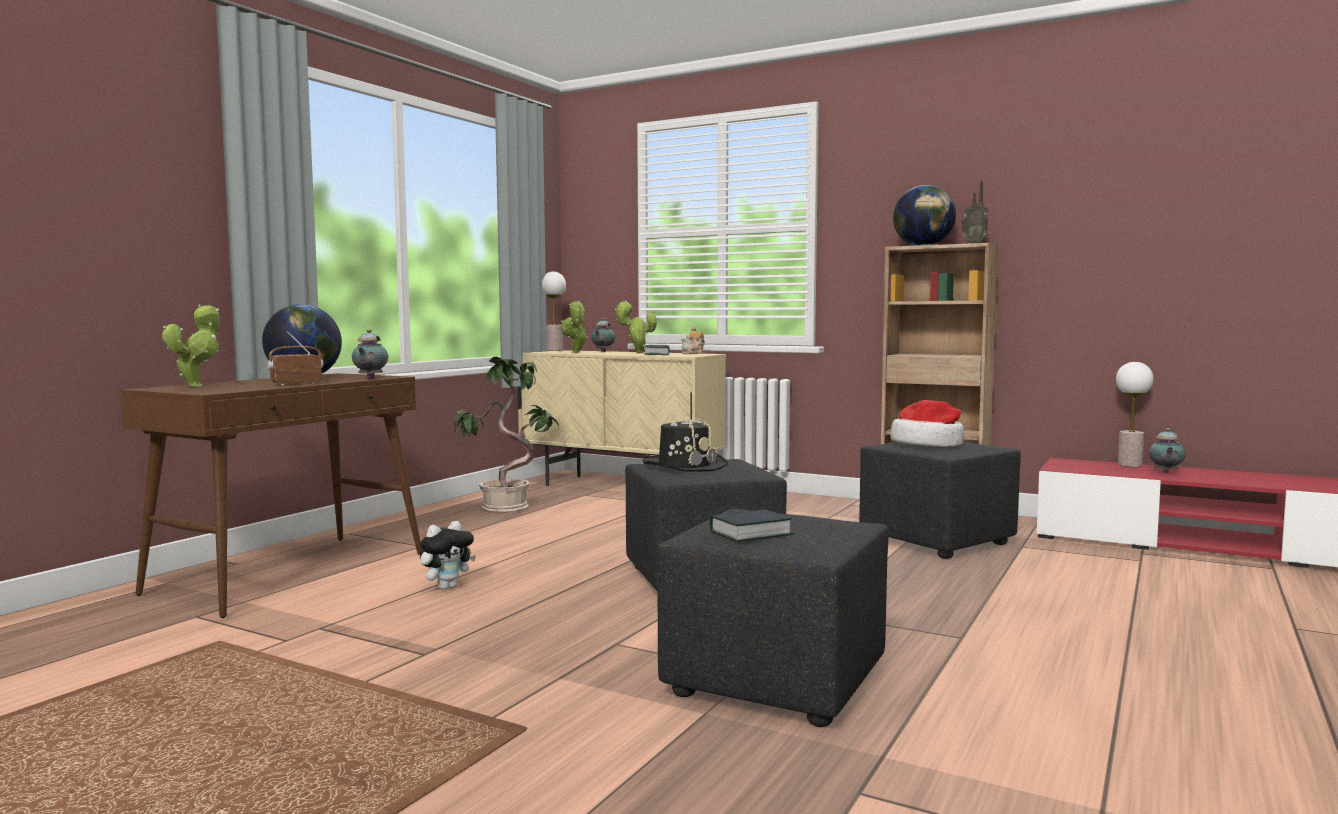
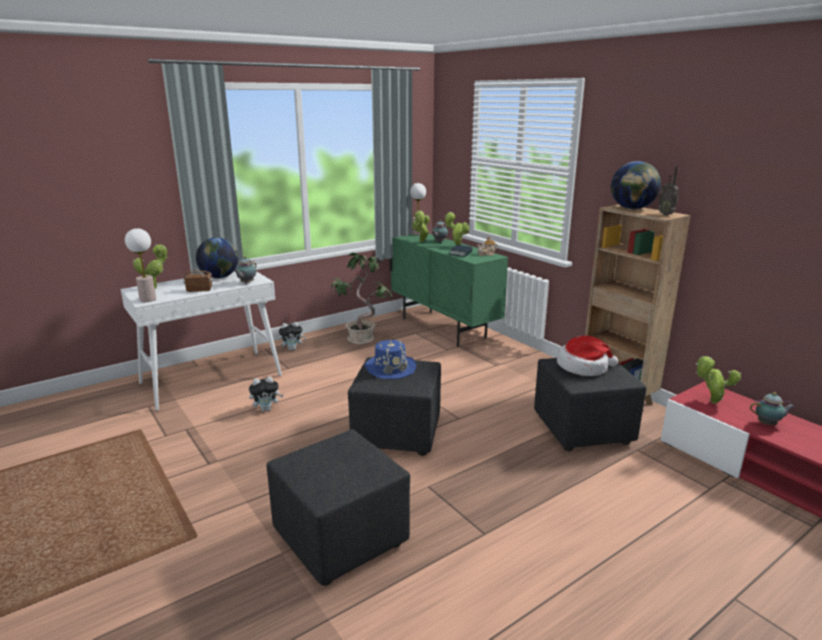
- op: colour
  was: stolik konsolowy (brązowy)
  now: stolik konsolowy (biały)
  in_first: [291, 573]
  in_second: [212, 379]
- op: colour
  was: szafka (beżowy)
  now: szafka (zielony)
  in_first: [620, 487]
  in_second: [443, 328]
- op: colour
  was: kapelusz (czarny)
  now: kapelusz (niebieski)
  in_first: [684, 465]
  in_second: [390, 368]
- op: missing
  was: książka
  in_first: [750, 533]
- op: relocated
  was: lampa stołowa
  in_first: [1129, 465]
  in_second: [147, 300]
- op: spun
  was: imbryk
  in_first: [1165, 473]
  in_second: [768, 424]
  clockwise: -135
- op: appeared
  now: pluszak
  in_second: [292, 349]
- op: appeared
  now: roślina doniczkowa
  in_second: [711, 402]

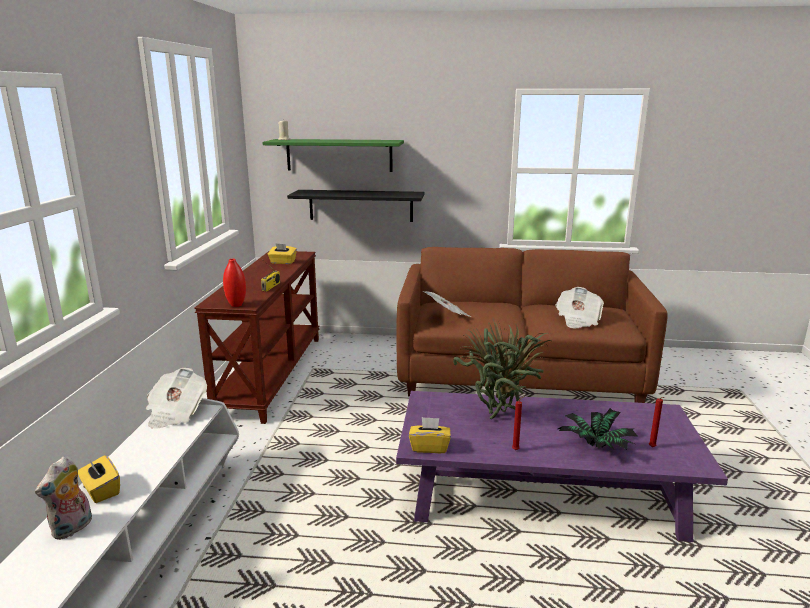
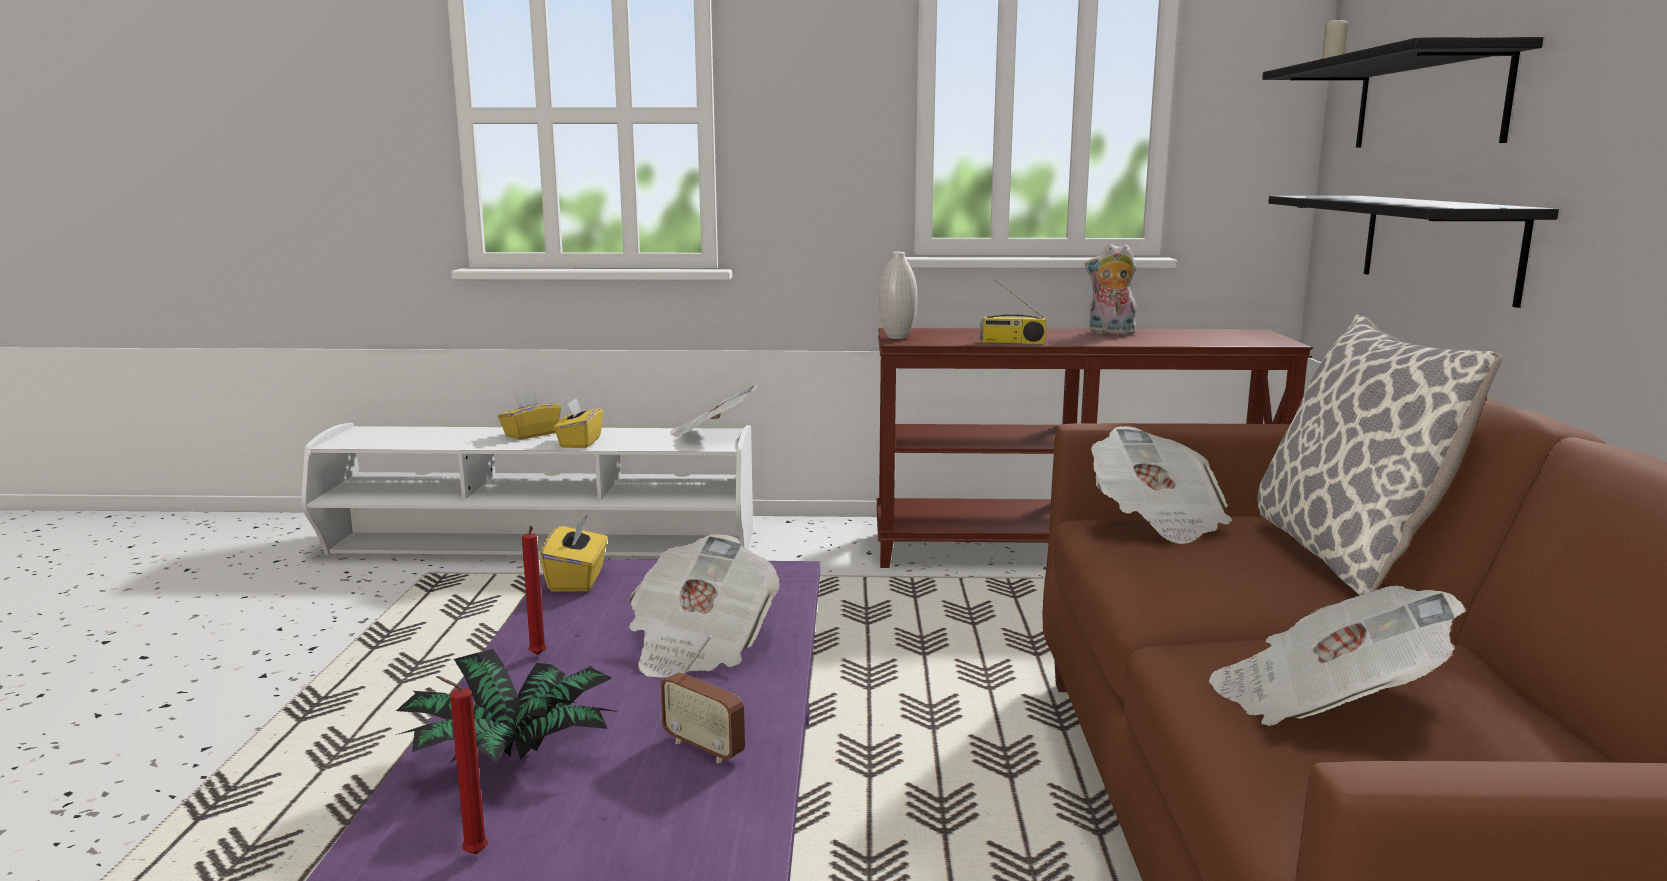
- op: relocated
  was: pluszak
  in_first: [73, 529]
  in_second: [1110, 333]
- op: colour
  was: wazon (czerwony)
  now: wazon (biały)
  in_first: [236, 305]
  in_second: [897, 337]
- op: colour
  was: półka (zielony)
  now: półka (czarny)
  in_first: [339, 155]
  in_second: [1428, 101]
- op: relocated
  was: pudełko chusteczek (żółty)
  in_first: [282, 262]
  in_second: [579, 443]
- op: exchanged
  was: roślina doniczkowa
  now: gazeta
  in_first: [501, 415]
  in_second: [699, 645]
- op: appeared
  now: radio
  in_second: [704, 748]
- op: appeared
  now: poduszka
  in_second: [1345, 555]

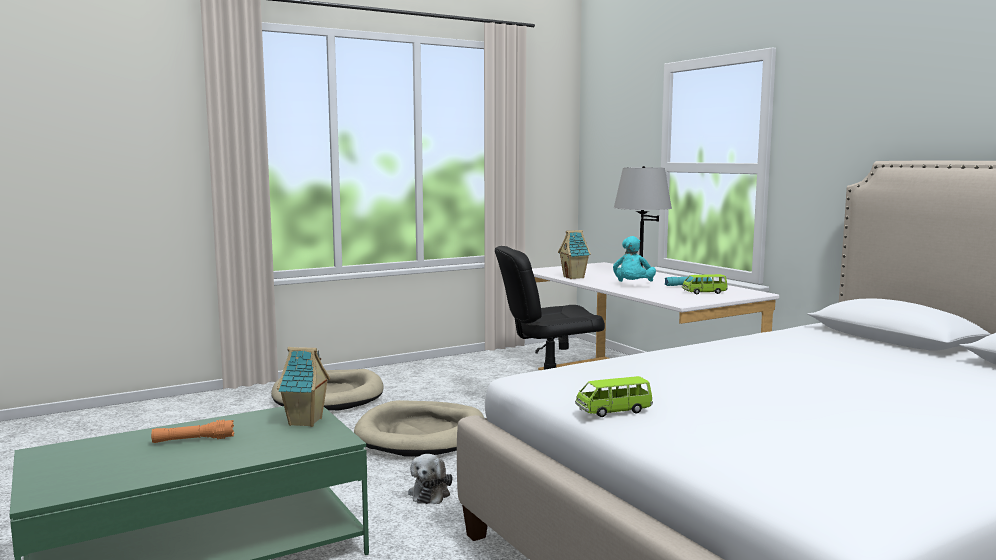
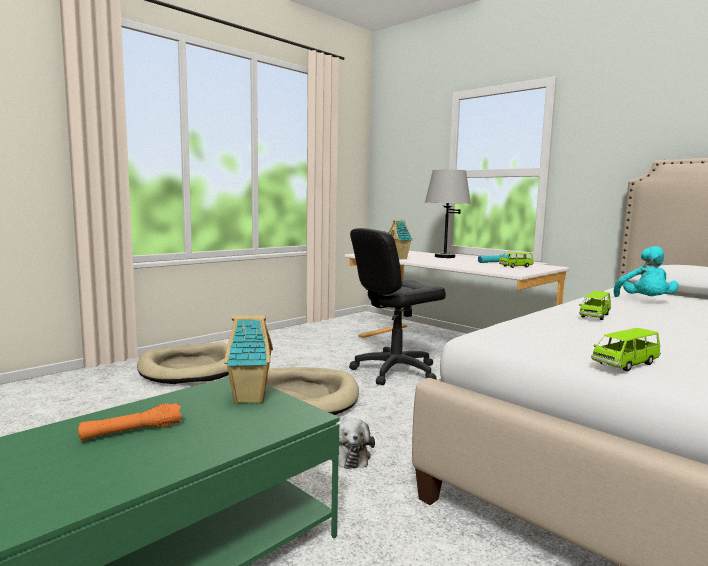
- op: relocated
  was: pluszak (turkusowy)
  in_first: [633, 285]
  in_second: [645, 302]
- op: appeared
  now: samochodzik (zielony)
  in_second: [594, 316]

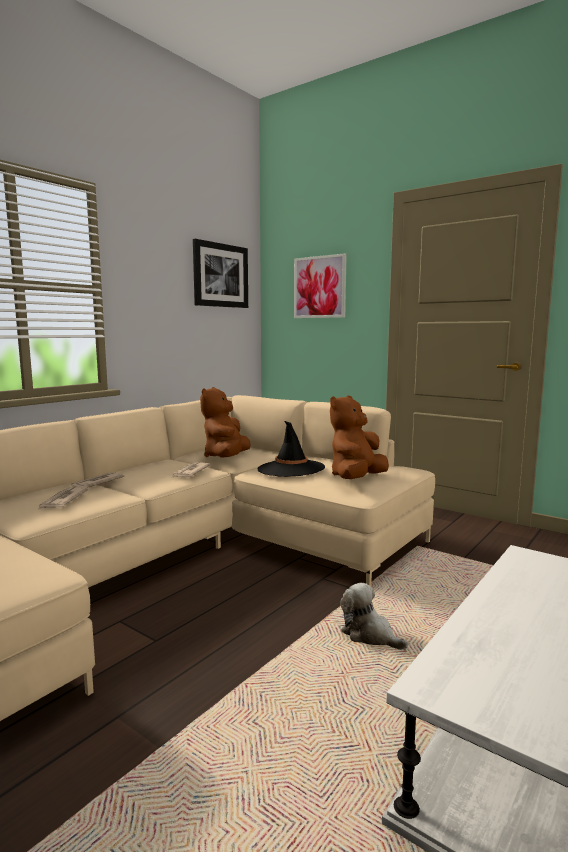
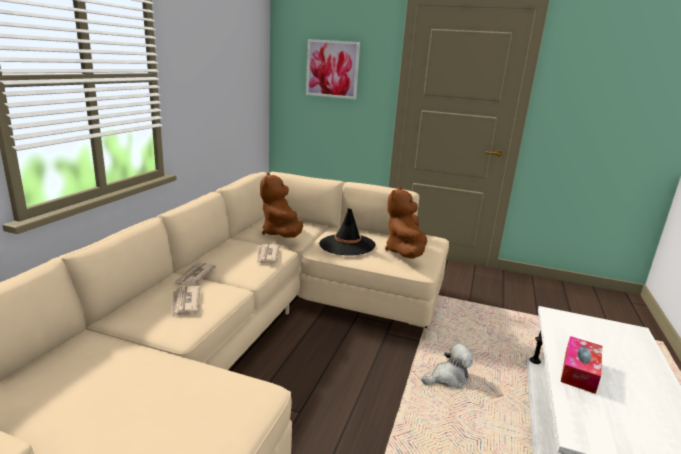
- op: missing
  was: obraz
  in_first: [220, 275]
- op: spun
  was: pluszak
  in_first: [369, 635]
  in_second: [448, 378]
  clockwise: 135
- op: appeared
  now: pudełko chusteczek
  in_second: [579, 371]

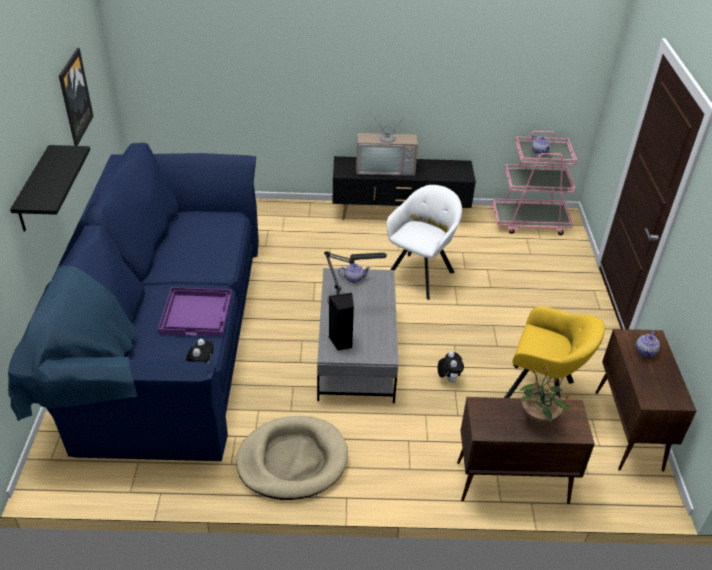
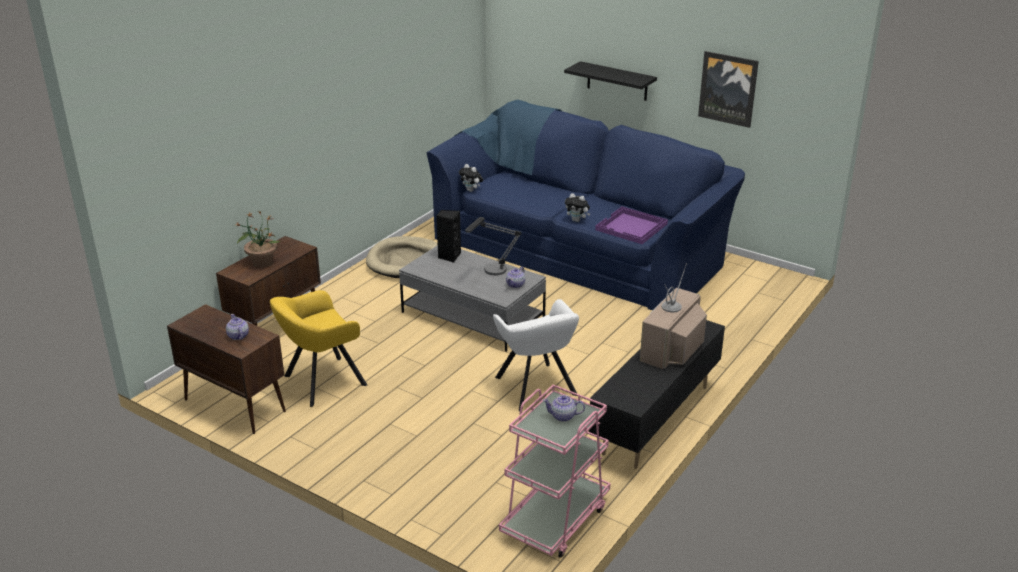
- op: relocated
  was: taca (fioletowy)
  in_first: [197, 313]
  in_second: [631, 227]
- op: relocated
  was: pluszak
  in_first: [448, 378]
  in_second: [577, 220]

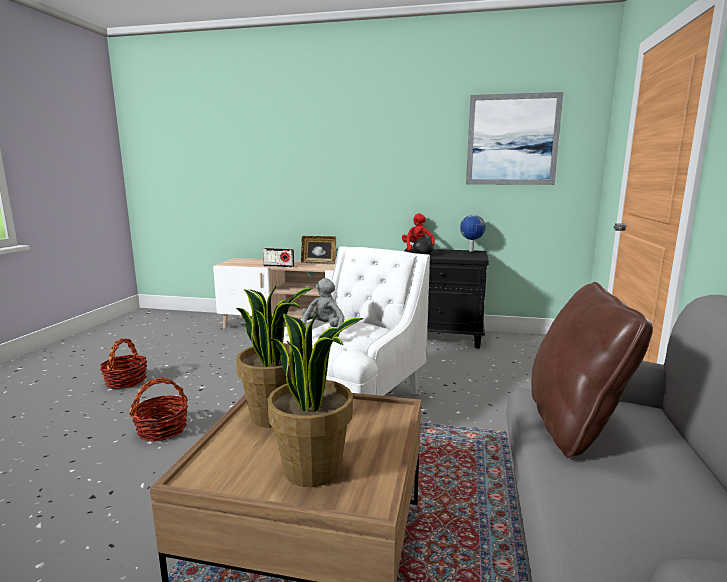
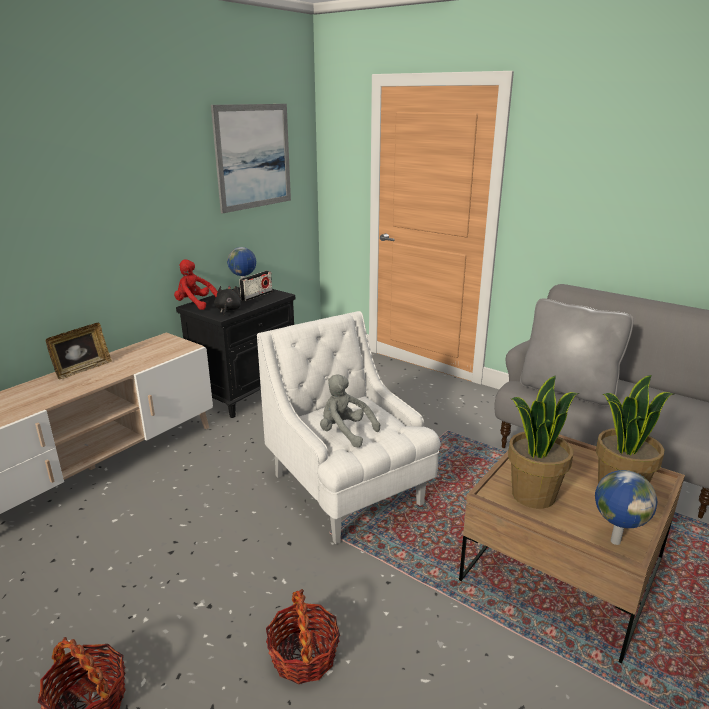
- op: relocated
  was: radio
  in_first: [278, 266]
  in_second: [256, 296]
- op: colour
  was: poduszka (brązowy)
  now: poduszka (szary)
  in_first: [574, 424]
  in_second: [567, 390]
- op: appeared
  now: globus
  in_second: [614, 540]

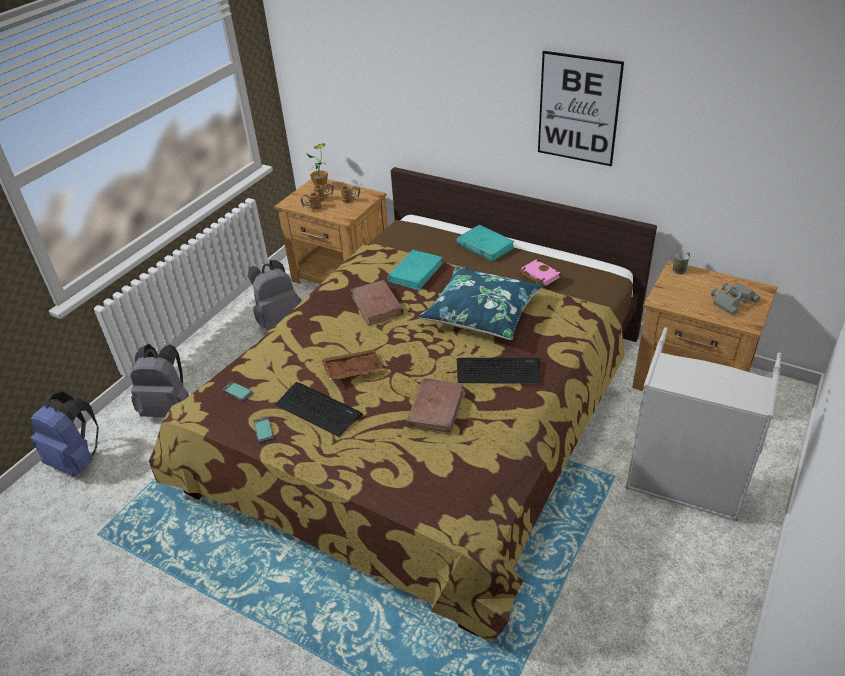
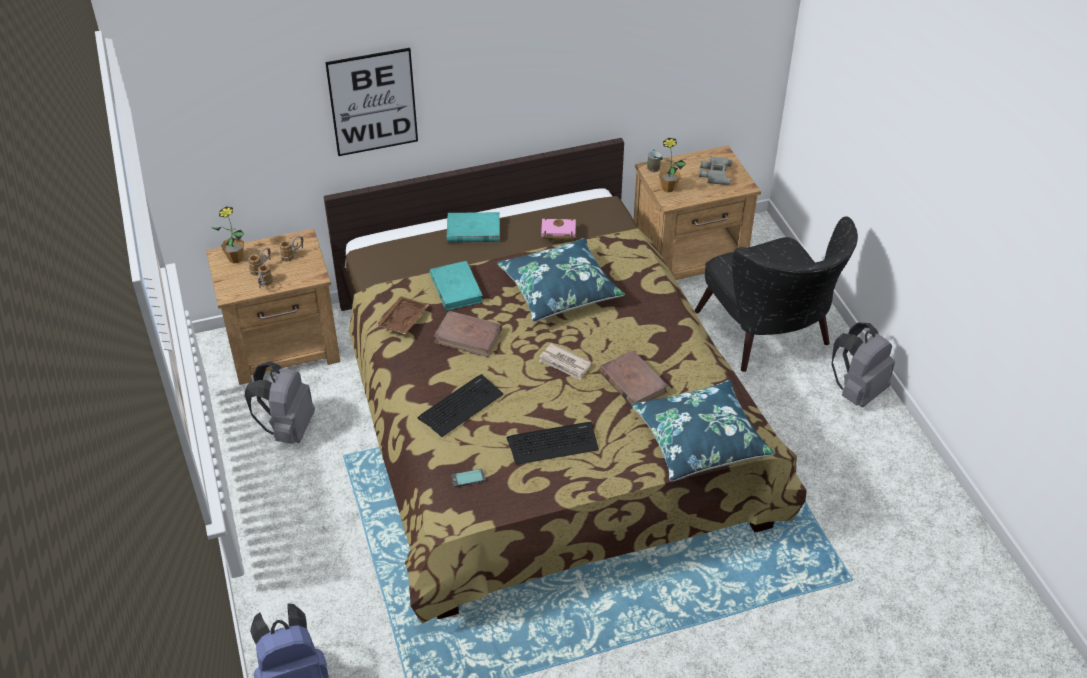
- op: relocated
  was: plecak (szary)
  in_first: [169, 408]
  in_second: [857, 391]
- op: missing
  was: telefon
  in_first: [263, 430]
- op: relocated
  was: taca (brązowy)
  in_first: [353, 370]
  in_second: [402, 320]
- op: relocated
  was: klawiatura
  in_first: [498, 371]
  in_second: [461, 406]
- op: relocated
  was: obraz
  in_first: [578, 109]
  in_second: [373, 102]
- op: exchanged
  was: kosz na pranie (szary)
  now: fotel (czarny)
  in_first: [684, 483]
  in_second: [769, 337]
- op: appeared
  now: gazeta
  in_second: [565, 363]
- op: appeared
  now: poduszka (niebieski)
  in_second: [700, 440]
- op: appeared
  now: roślina doniczkowa
  in_second: [668, 188]

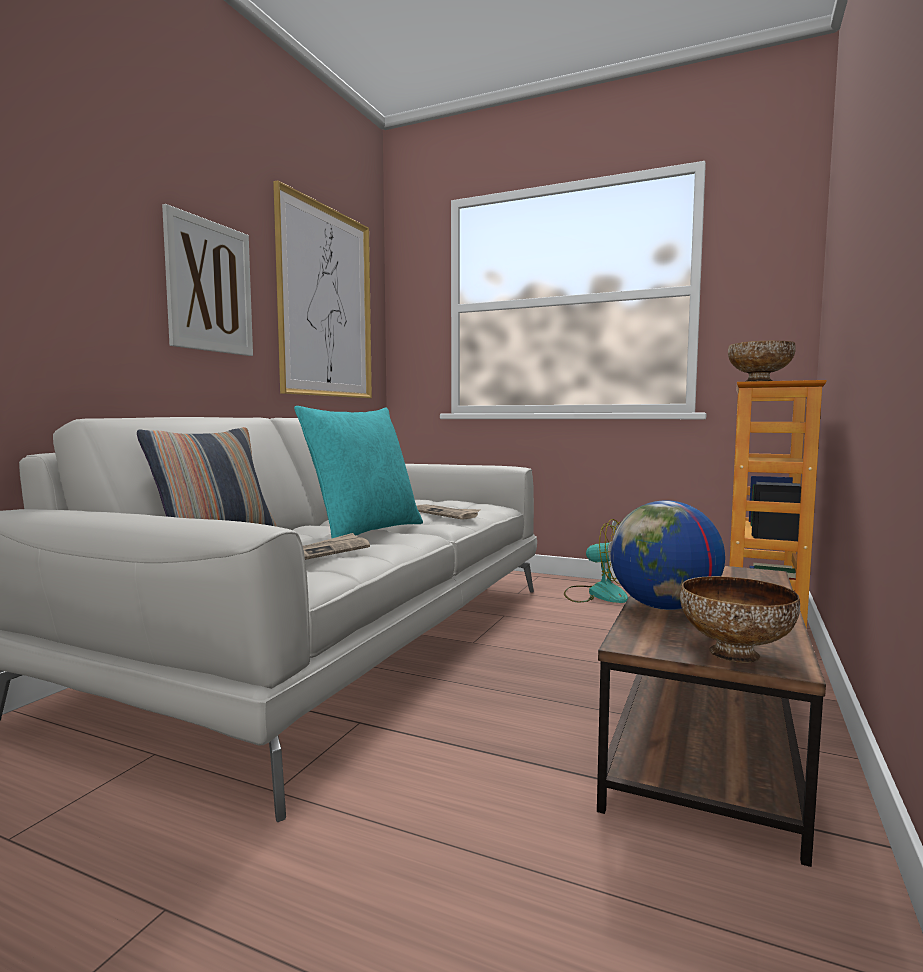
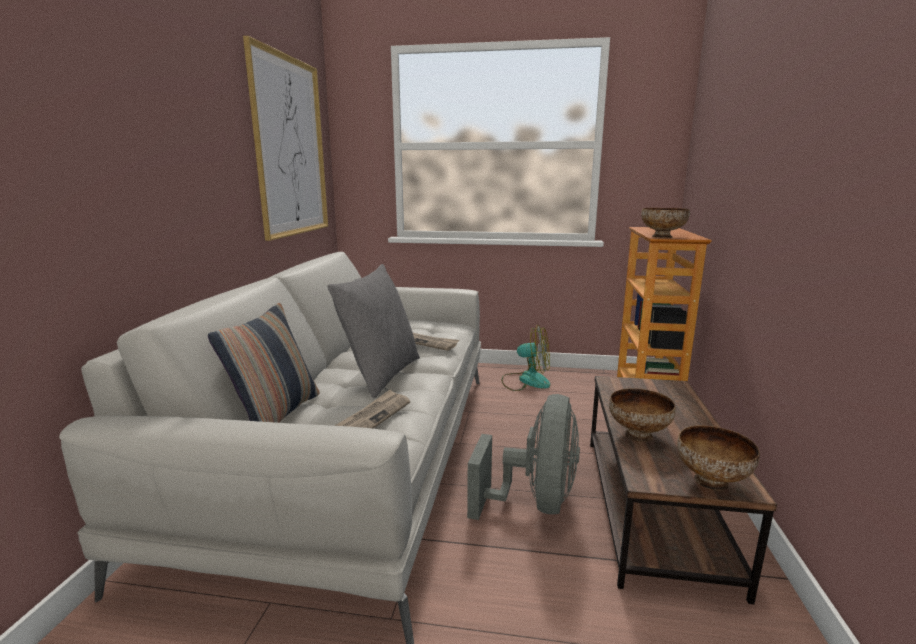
- op: missing
  was: obraz
  in_first: [209, 287]
- op: colour
  was: poduszka (turkusowy)
  now: poduszka (szary)
  in_first: [364, 531]
  in_second: [380, 375]
- op: exchanged
  was: globus
  now: miska
  in_first: [664, 607]
  in_second: [639, 434]
- op: appeared
  now: wentylator (szary)
  in_second: [535, 502]

